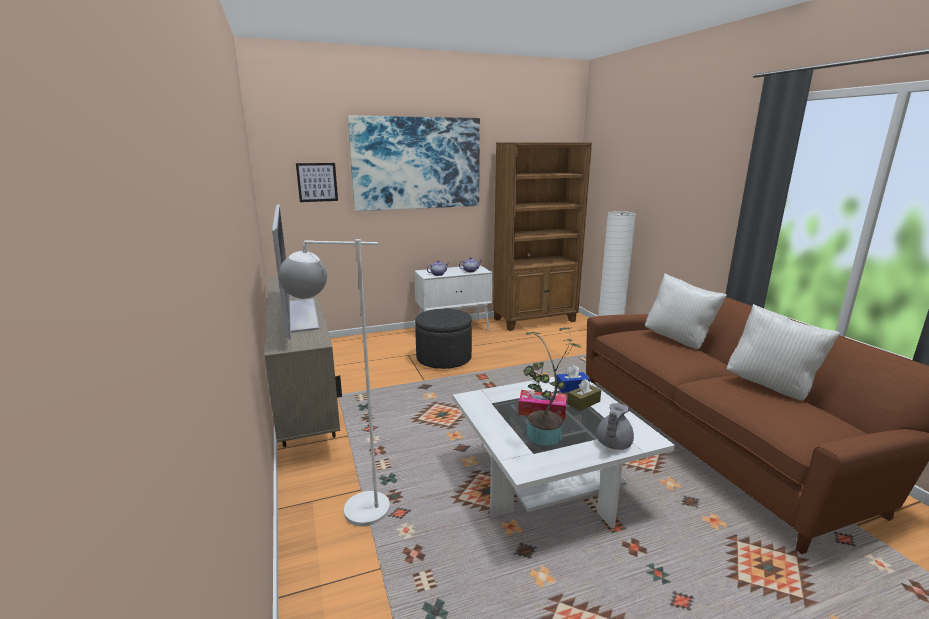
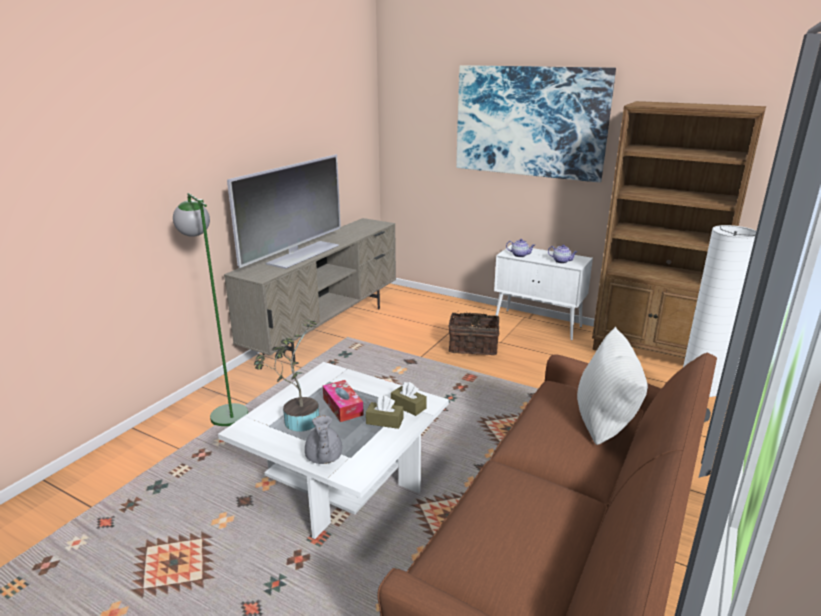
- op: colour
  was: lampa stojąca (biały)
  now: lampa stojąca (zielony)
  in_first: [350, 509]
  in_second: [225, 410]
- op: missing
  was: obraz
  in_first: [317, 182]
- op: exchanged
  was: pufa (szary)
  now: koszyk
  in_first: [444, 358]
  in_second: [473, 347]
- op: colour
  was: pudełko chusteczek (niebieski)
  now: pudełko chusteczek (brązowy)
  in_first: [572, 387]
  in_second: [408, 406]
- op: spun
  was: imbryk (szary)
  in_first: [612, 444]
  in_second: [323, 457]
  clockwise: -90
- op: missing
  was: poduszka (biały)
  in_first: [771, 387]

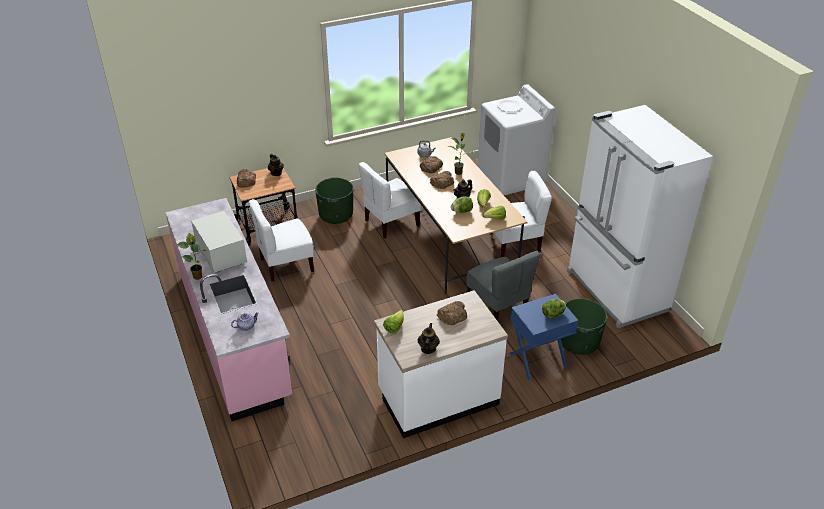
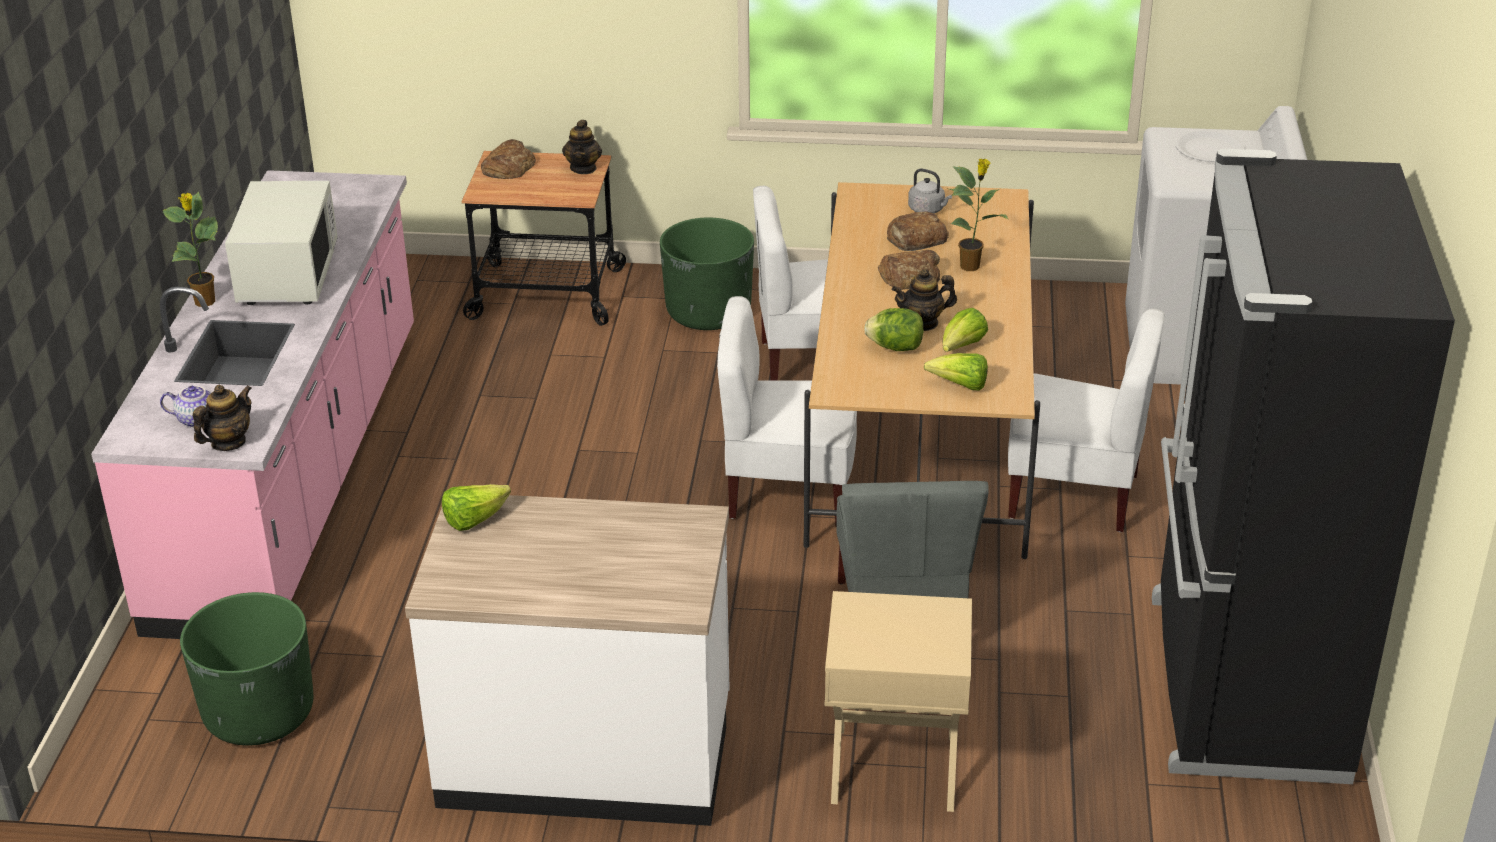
- op: relocated
  was: krzesło (biały)
  in_first: [286, 265]
  in_second: [788, 492]
- op: relocated
  was: imbryk
  in_first: [428, 349]
  in_second: [228, 442]
- op: missing
  was: chleb
  in_first: [452, 315]
- op: colour
  was: szafka nocna (niebieski)
  now: szafka nocna (beżowy)
  in_first: [538, 360]
  in_second: [894, 768]
- op: missing
  was: sałata
  in_first: [553, 314]
- op: relocated
  was: donica (zielony)
  in_first: [578, 342]
  in_second: [259, 714]
- op: colour
  was: lodówka (biały)
  now: lodówka (czarny)
  in_first: [615, 292]
  in_second: [1241, 688]

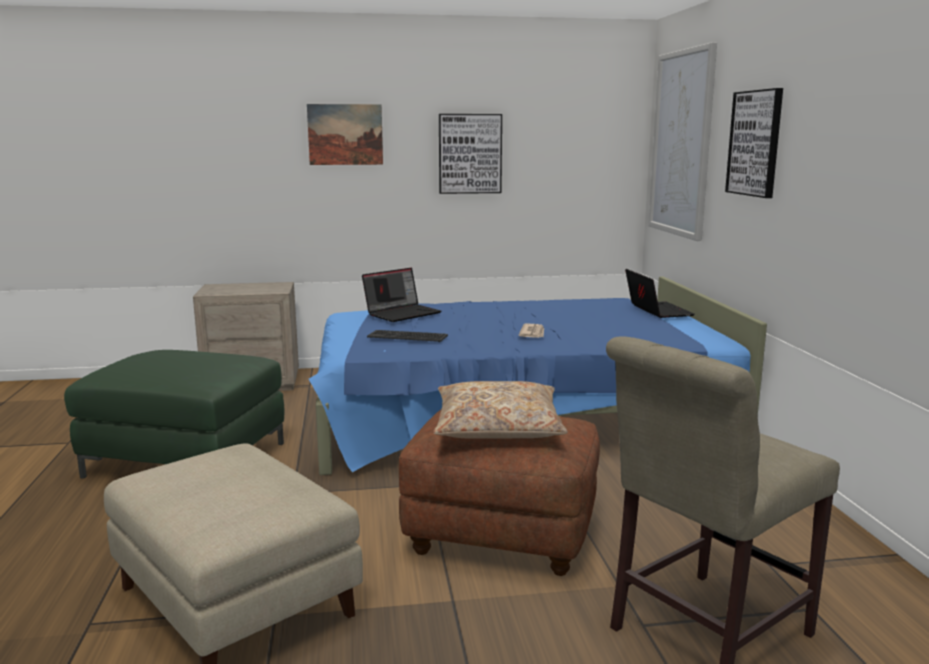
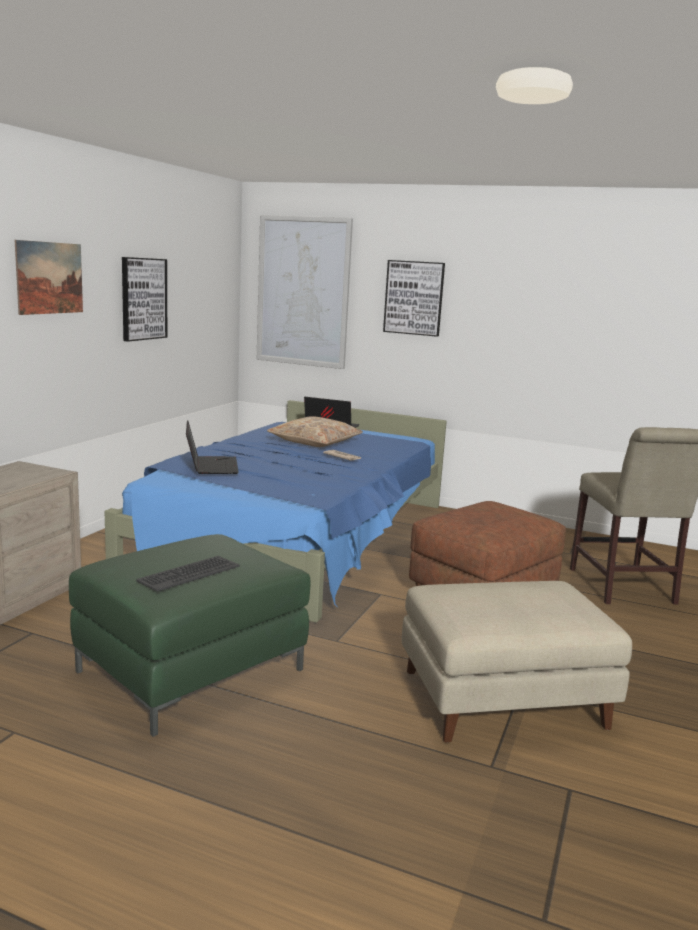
- op: relocated
  was: klawiatura
  in_first: [408, 336]
  in_second: [189, 574]
- op: relocated
  was: poduszka (beżowy)
  in_first: [498, 427]
  in_second: [315, 442]

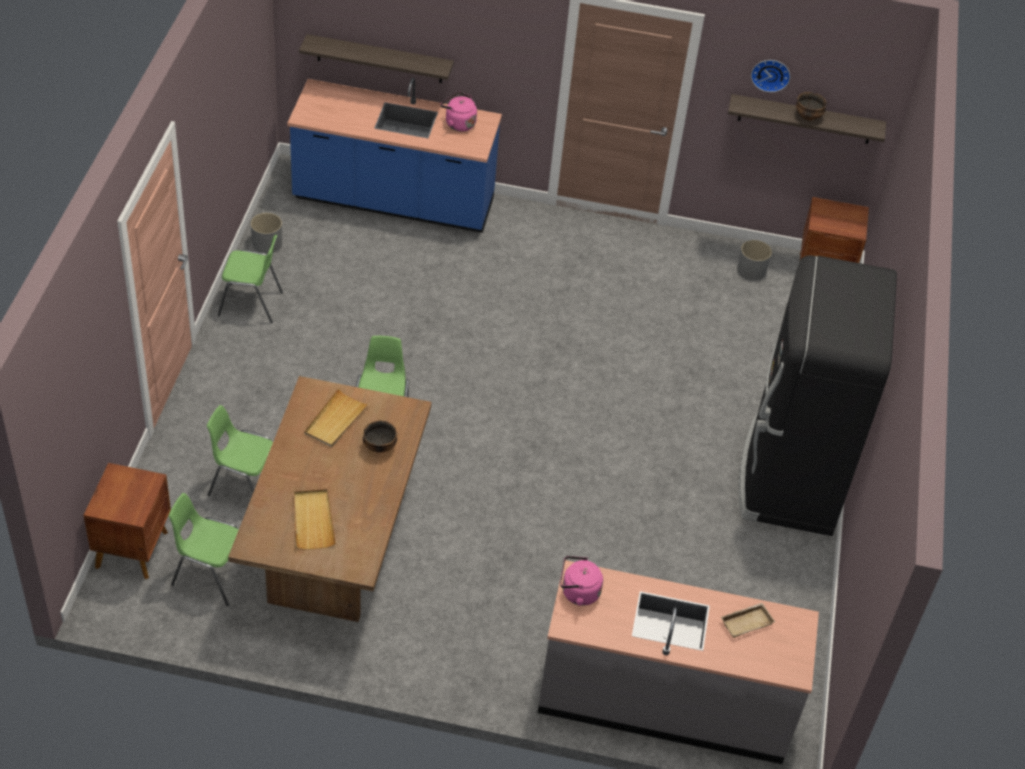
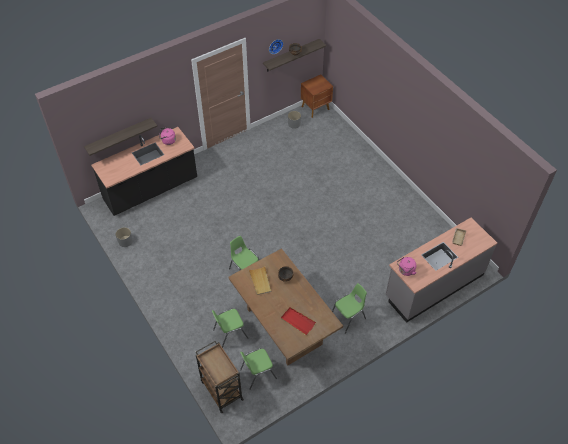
- op: exchanged
  was: szafka nocna (brązowy)
  now: wózek (brązowy)
  in_first: [133, 549]
  in_second: [221, 389]
- op: relocated
  was: krzesło (zielony)
  in_first: [251, 304]
  in_second: [348, 318]
- op: colour
  was: zabudowa kuchenna (niebieski)
  now: zabudowa kuchenna (czarny)
  in_first: [393, 202]
  in_second: [151, 190]
- op: colour
  was: taca (beżowy)
  now: taca (czerwony)
  in_first: [313, 520]
  in_second: [297, 321]
- op: missing
  was: lodówka (czarny)
  in_first: [789, 477]

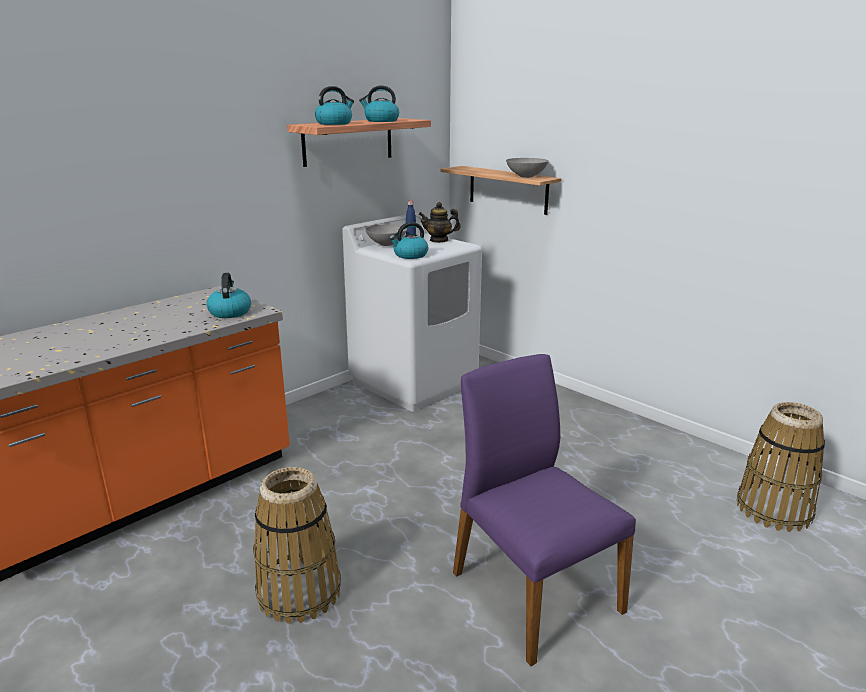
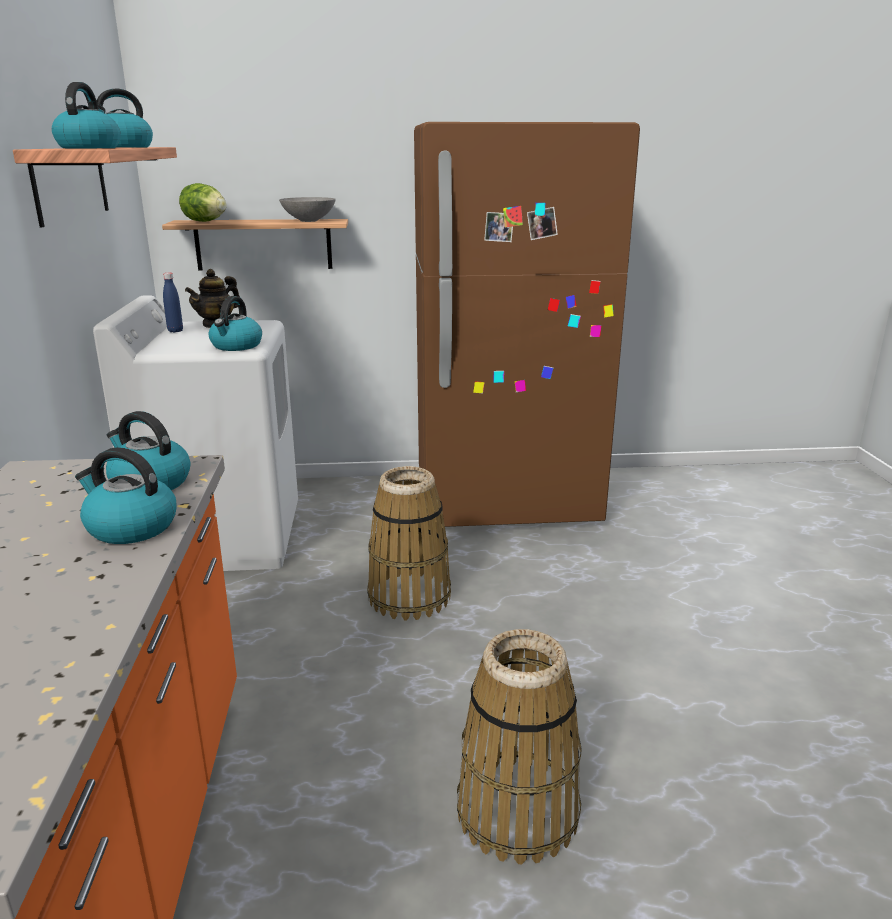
- op: missing
  was: miska (szary)
  in_first: [387, 244]
- op: missing
  was: krzesło (fioletowy)
  in_first: [532, 591]
- op: relocated
  was: koszyk
  in_first: [773, 509]
  in_second: [409, 596]
- op: appeared
  now: czajnik
  in_second: [130, 527]
- op: appeared
  now: sałata
  in_second: [205, 221]
- op: appeared
  now: lodówka (brązowy)
  in_second: [505, 501]

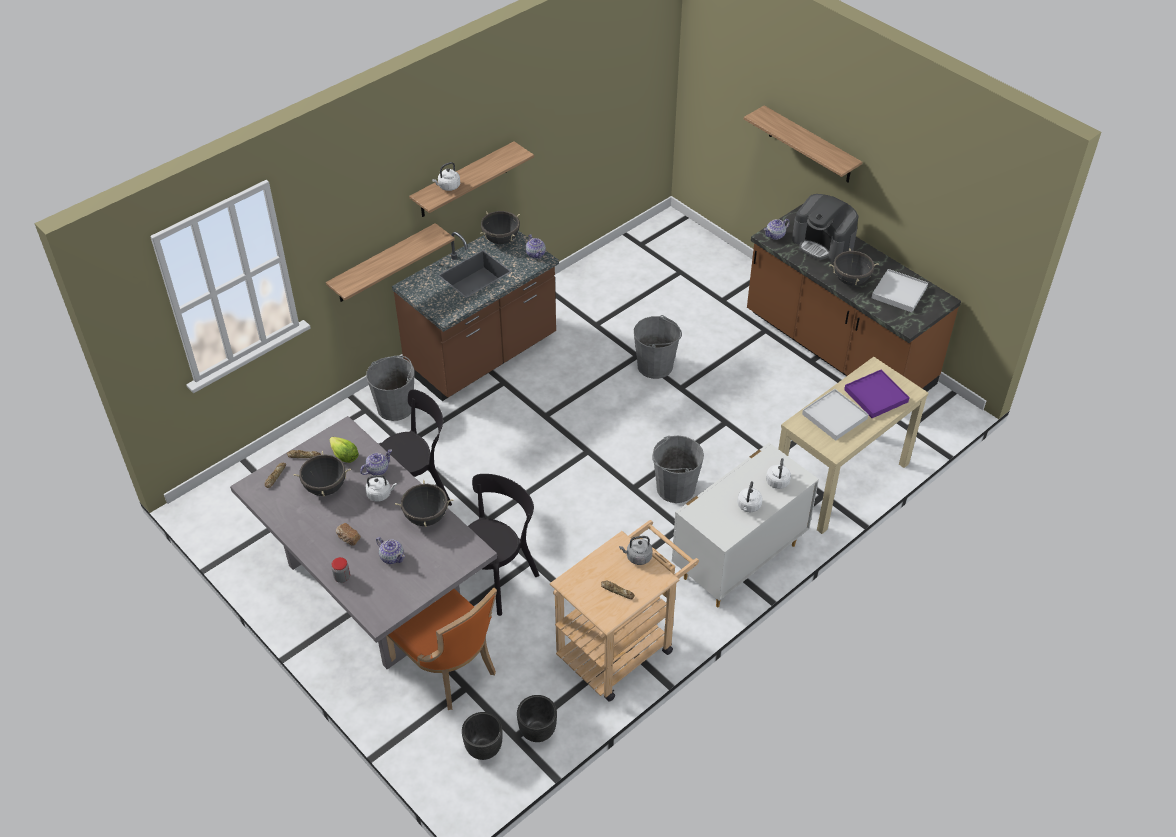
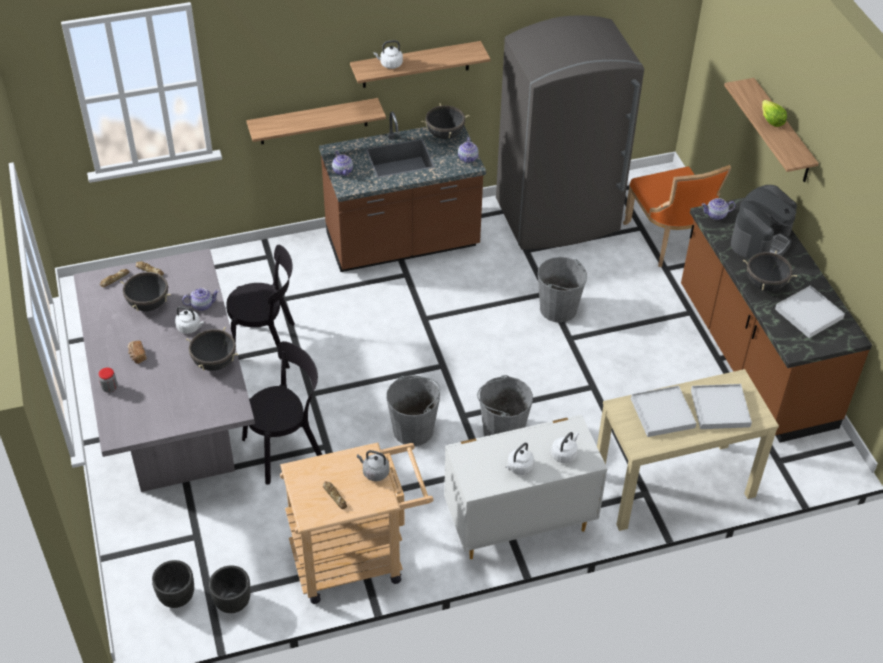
- op: relocated
  was: sałata
  in_first: [344, 456]
  in_second: [771, 120]
- op: relocated
  was: wiadro (szary)
  in_first: [395, 407]
  in_second: [413, 430]
- op: relocated
  was: imbryk
  in_first: [392, 557]
  in_second: [343, 171]
- op: relocated
  was: krzesło (pomarańczowy)
  in_first: [447, 668]
  in_second: [668, 241]
- op: spun
  was: ekspres do kawy
  in_first: [823, 244]
  in_second: [760, 239]
  clockwise: -120
- op: colour
  was: taca (fioletowy)
  now: taca (biały)
  in_first: [876, 396]
  in_second: [720, 409]
- op: appeared
  now: lodówka (szary)
  in_second: [558, 216]

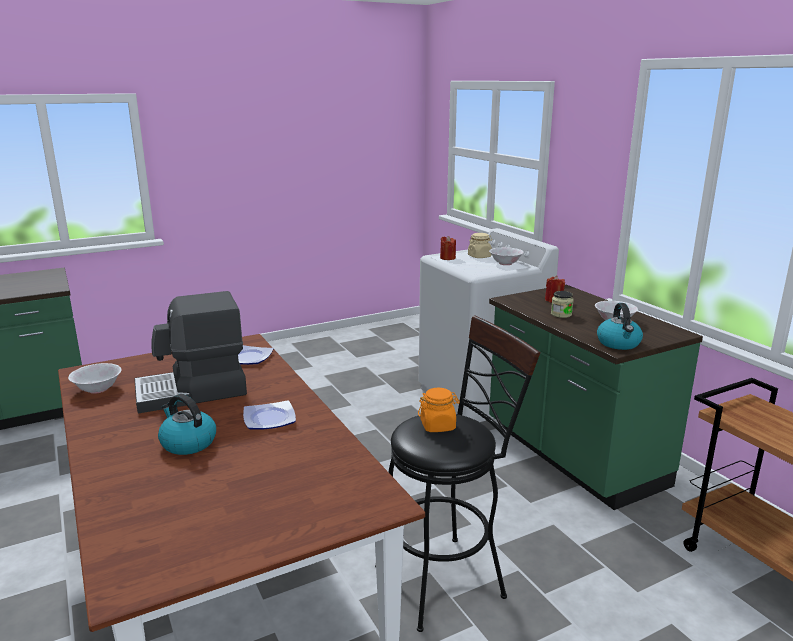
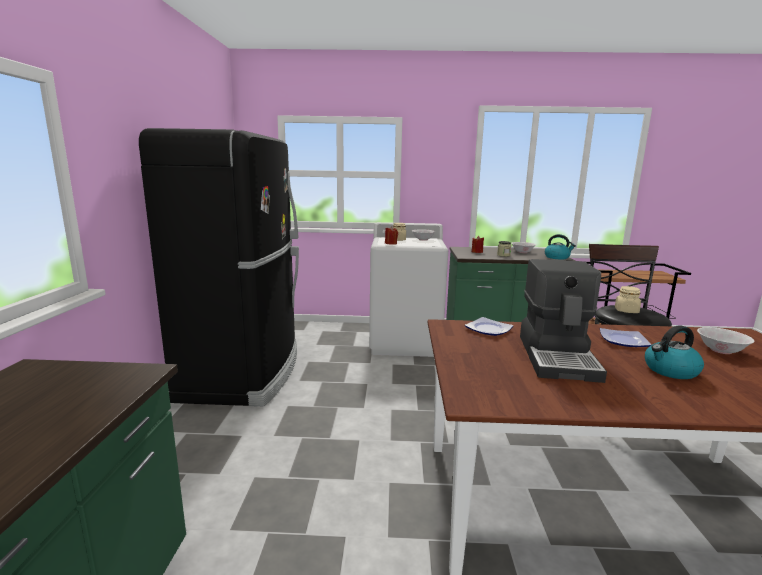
- op: relocated
  was: miska (biały)
  in_first: [98, 389]
  in_second: [721, 350]
- op: colour
  was: słoik (pomarańczowy)
  now: słoik (beżowy)
  in_first: [438, 426]
  in_second: [626, 310]
- op: appeared
  now: lodówka (czarny)
  in_second: [244, 373]

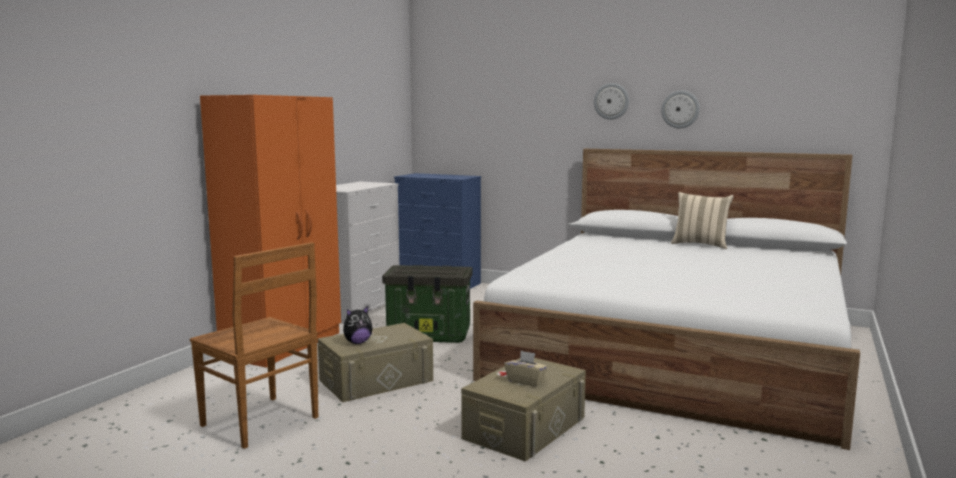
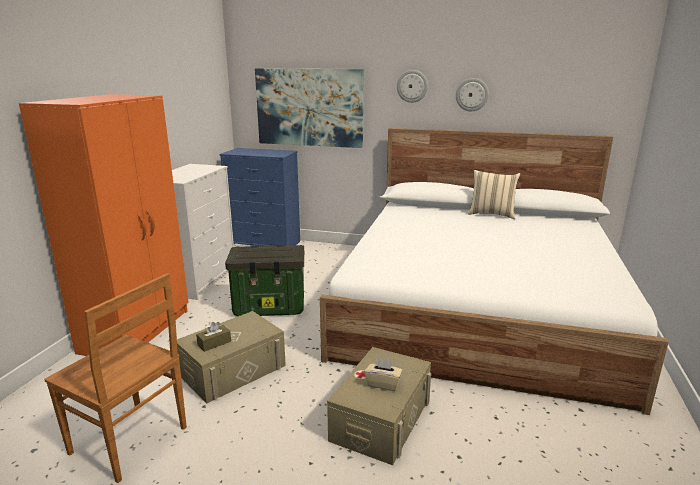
- op: exchanged
  was: pluszak
  now: pudełko chusteczek (brązowy)
  in_first: [357, 342]
  in_second: [214, 343]
- op: appeared
  now: obraz
  in_second: [309, 107]

